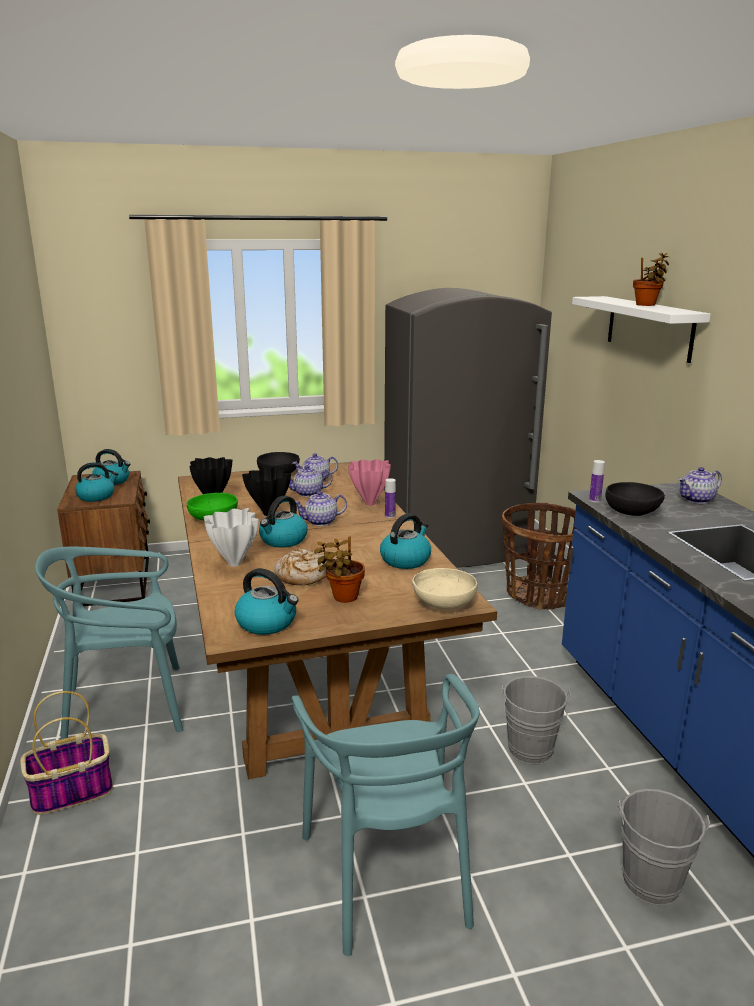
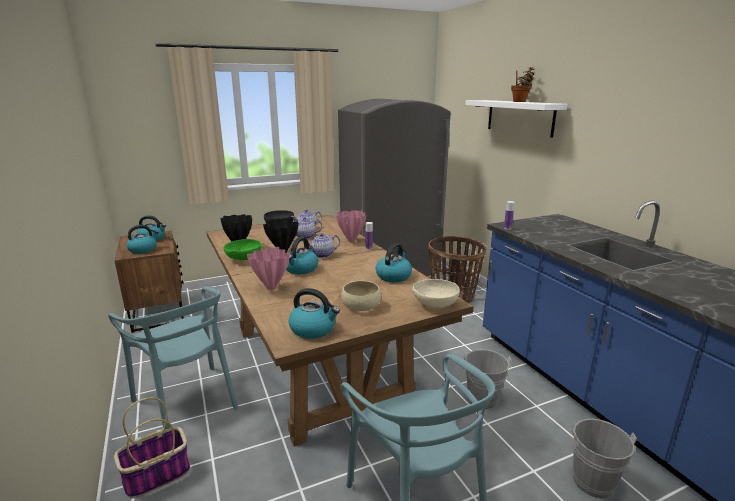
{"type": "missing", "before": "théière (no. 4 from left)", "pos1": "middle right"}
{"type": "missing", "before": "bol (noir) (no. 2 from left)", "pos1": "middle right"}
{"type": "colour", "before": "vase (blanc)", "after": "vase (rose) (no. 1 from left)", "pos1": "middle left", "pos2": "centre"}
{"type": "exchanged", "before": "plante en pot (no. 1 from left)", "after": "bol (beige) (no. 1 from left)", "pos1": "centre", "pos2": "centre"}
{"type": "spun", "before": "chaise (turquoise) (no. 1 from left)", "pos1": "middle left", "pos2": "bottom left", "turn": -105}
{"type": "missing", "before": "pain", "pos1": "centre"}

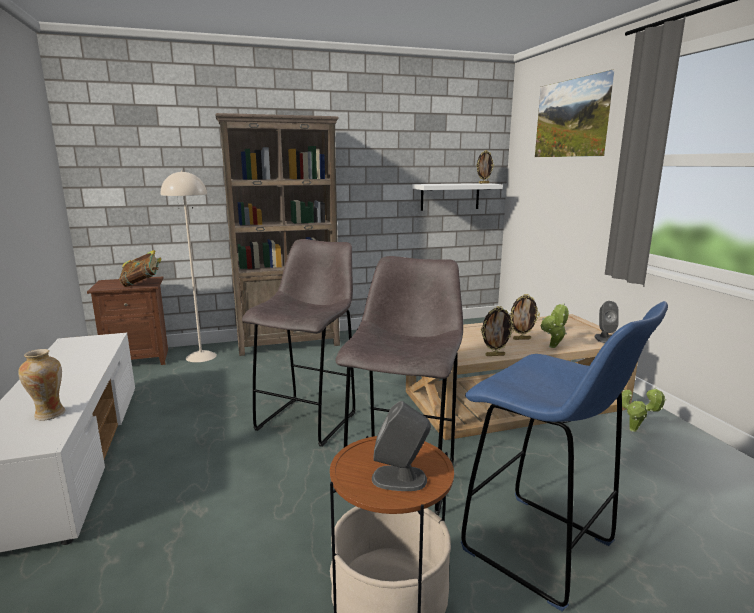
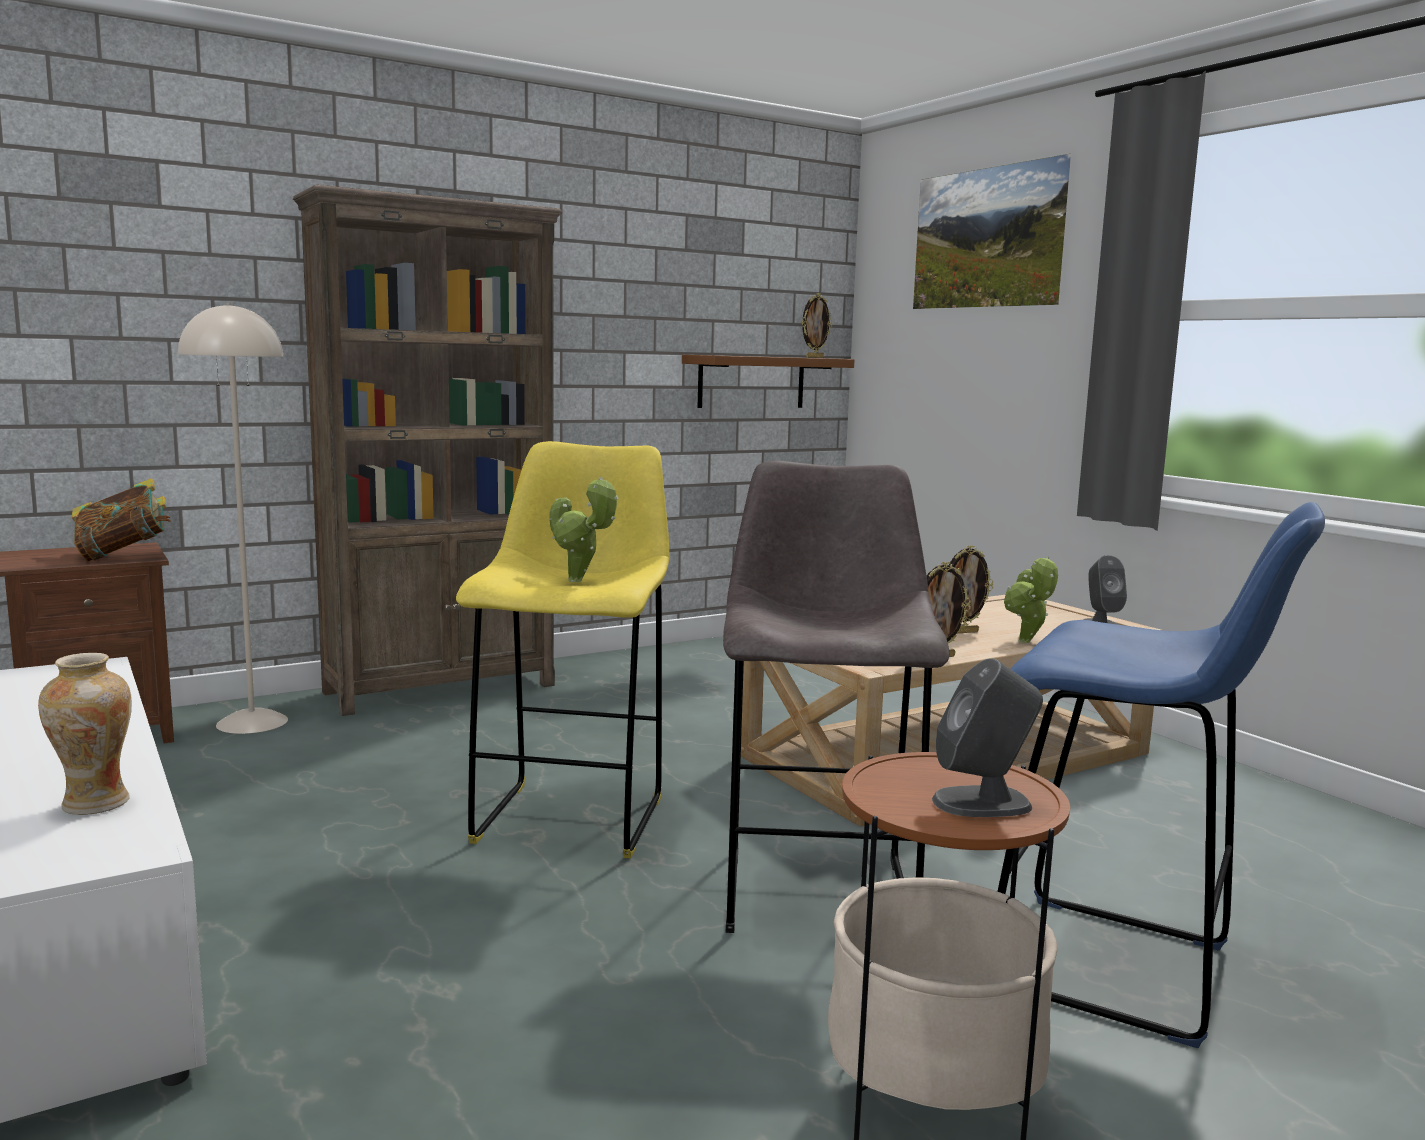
{"type": "colour", "before": "étagère (blanc)", "after": "étagère (marron)", "pos1": "top centre", "pos2": "centre"}
{"type": "colour", "before": "tabouret (gris) (no. 1 from left)", "after": "tabouret (jaune)", "pos1": "centre", "pos2": "centre"}
{"type": "relocated", "before": "plante en pot (no. 2 from left in the first image)", "after": "plante en pot (no. 1 from left)", "pos1": "bottom right", "pos2": "centre"}

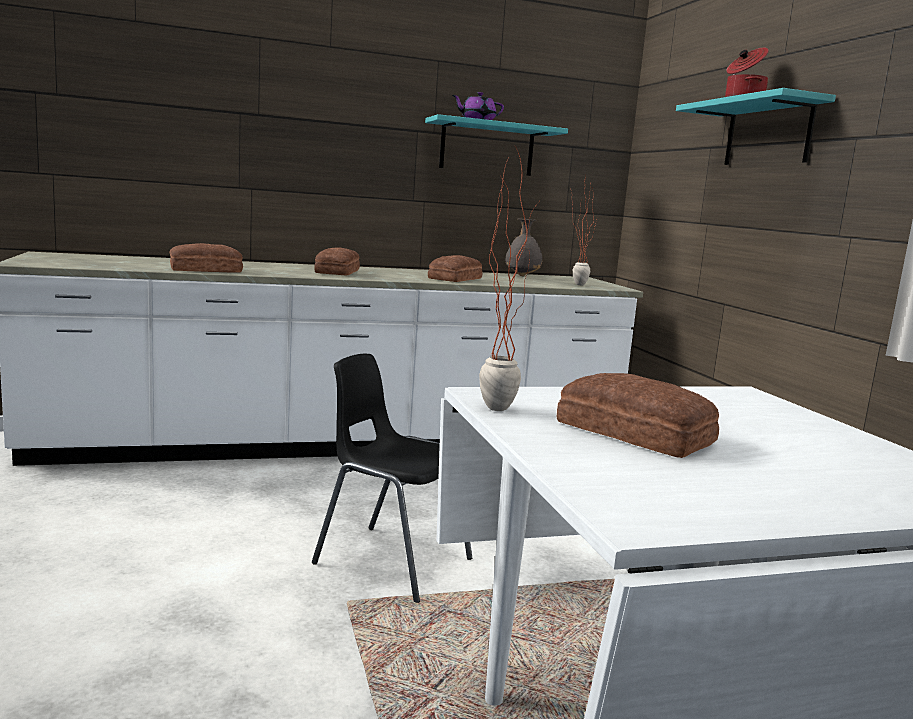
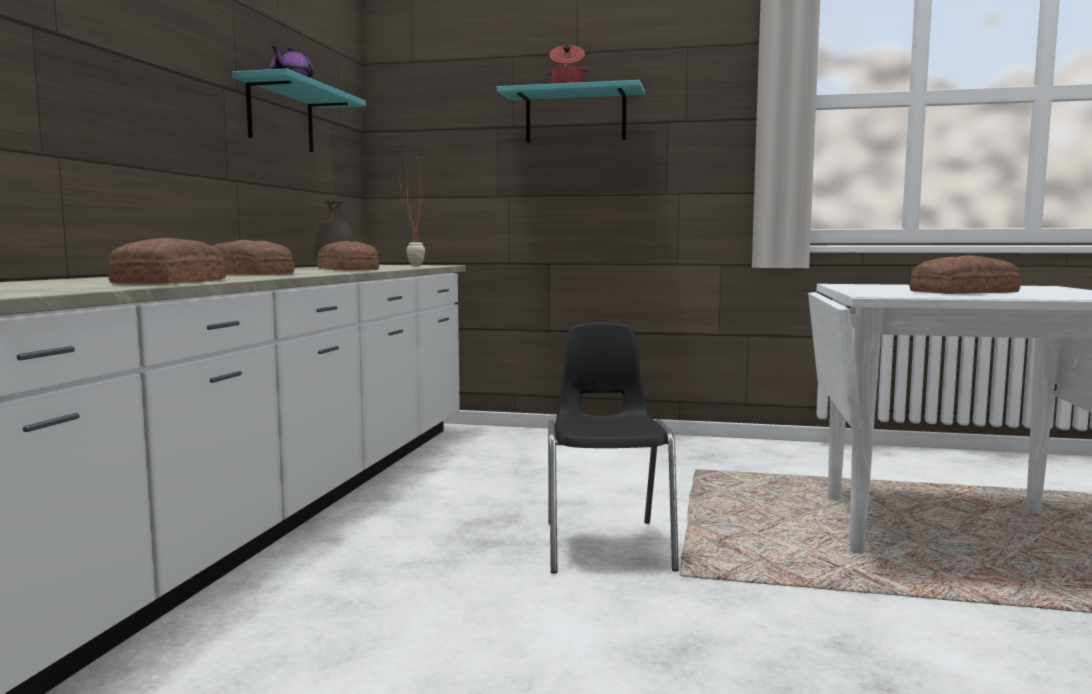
{"type": "missing", "before": "plante en pot (no. 1 from left)", "pos1": "centre"}
{"type": "spun", "before": "chaise (noir)", "pos1": "centre", "pos2": "centre", "turn": 120}

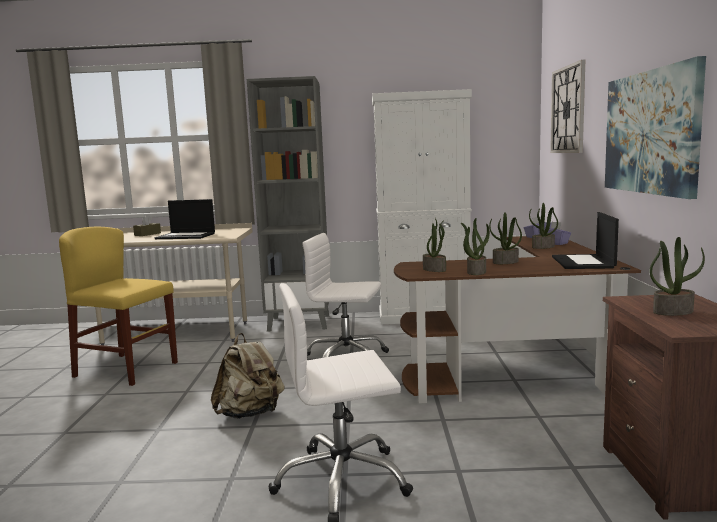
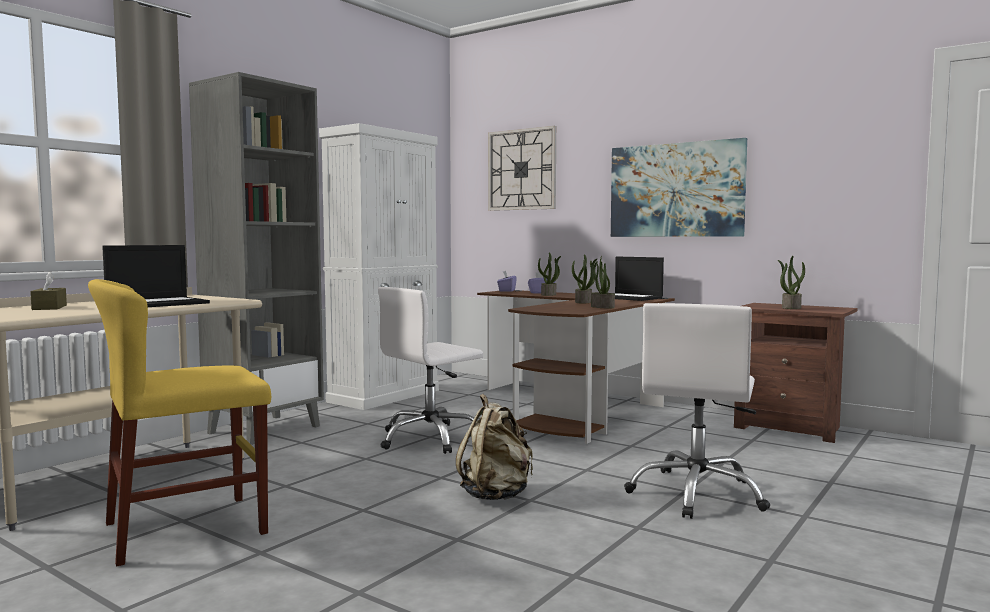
{"type": "missing", "before": "plante en pot (no. 1 from left)", "pos1": "centre"}

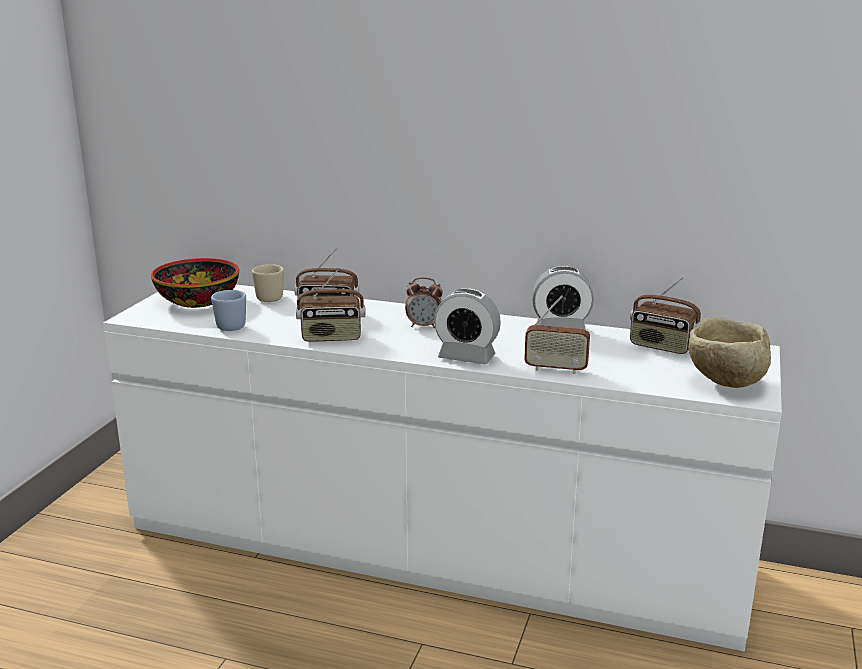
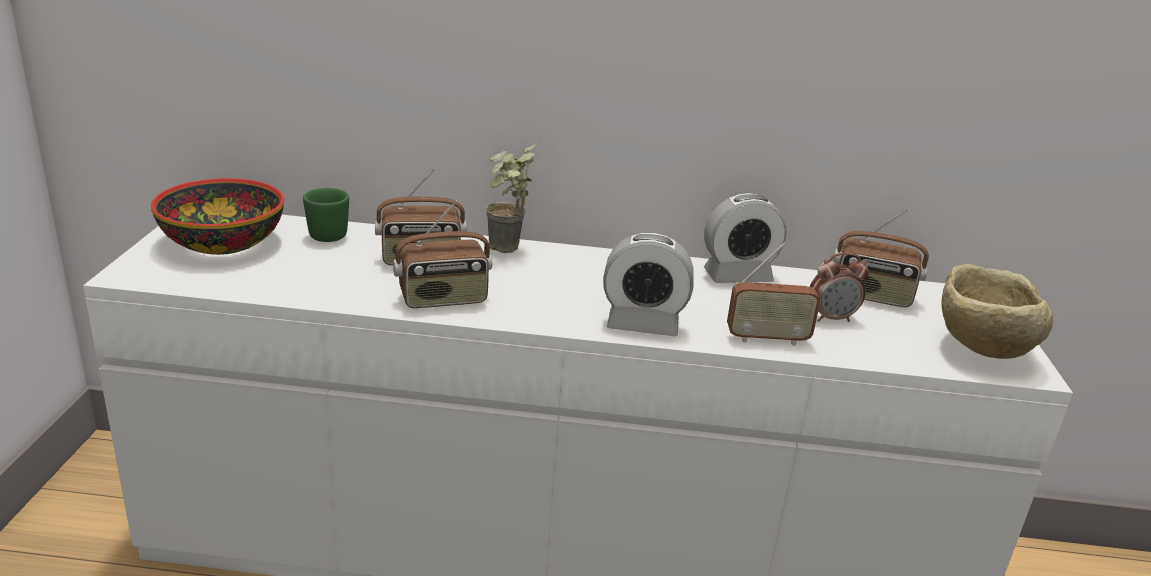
{"type": "colour", "before": "mug (beige)", "after": "mug (vert)", "pos1": "middle left", "pos2": "middle left"}
{"type": "relocated", "before": "réveil (no. 1 from left in the first image)", "after": "réveil (no. 3 from left)", "pos1": "centre", "pos2": "middle right"}
{"type": "missing", "before": "mug (bleu)", "pos1": "middle left"}
{"type": "appeared", "after": "plante en pot", "pos2": "centre"}

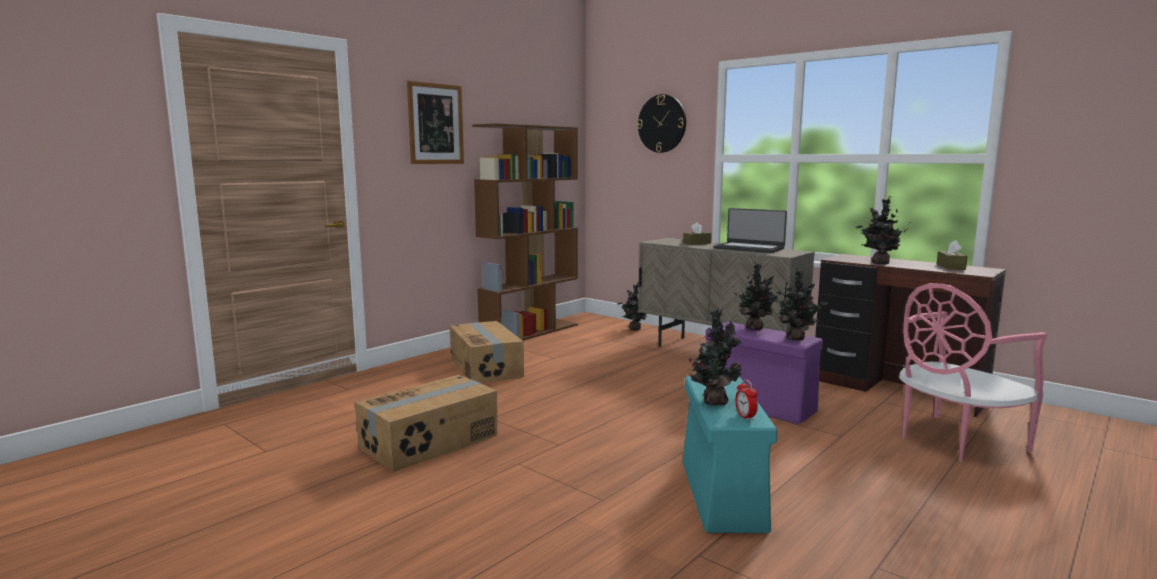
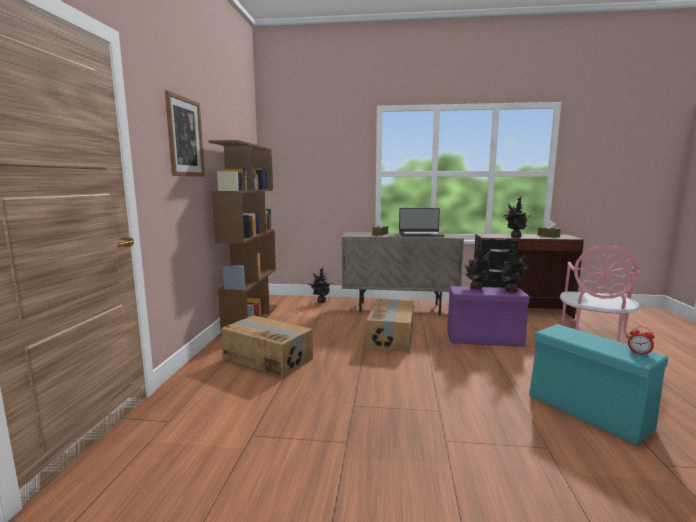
{"type": "missing", "before": "horloge murale", "pos1": "top centre"}
{"type": "missing", "before": "plante en pot (no. 2 from left)", "pos1": "centre"}
{"type": "relocated", "before": "carton (no. 1 from left in the first image)", "after": "carton (no. 2 from left)", "pos1": "bottom centre", "pos2": "centre"}

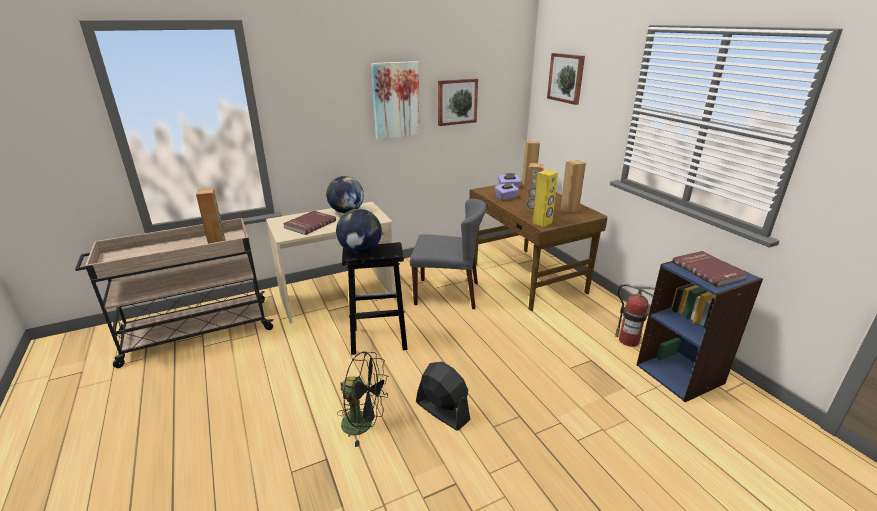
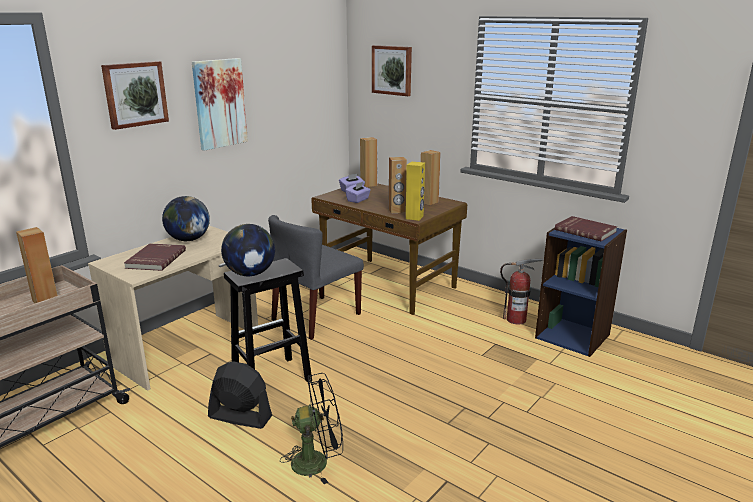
{"type": "relocated", "before": "tableau (no. 2 from left in the first image)", "after": "tableau (no. 1 from left)", "pos1": "top centre", "pos2": "top left"}
{"type": "spun", "before": "chaise (gris)", "pos1": "centre", "pos2": "centre", "turn": 150}
{"type": "relocated", "before": "ventilateur (noir) (no. 2 from left in the first image)", "after": "ventilateur (noir) (no. 1 from left)", "pos1": "bottom centre", "pos2": "bottom left"}

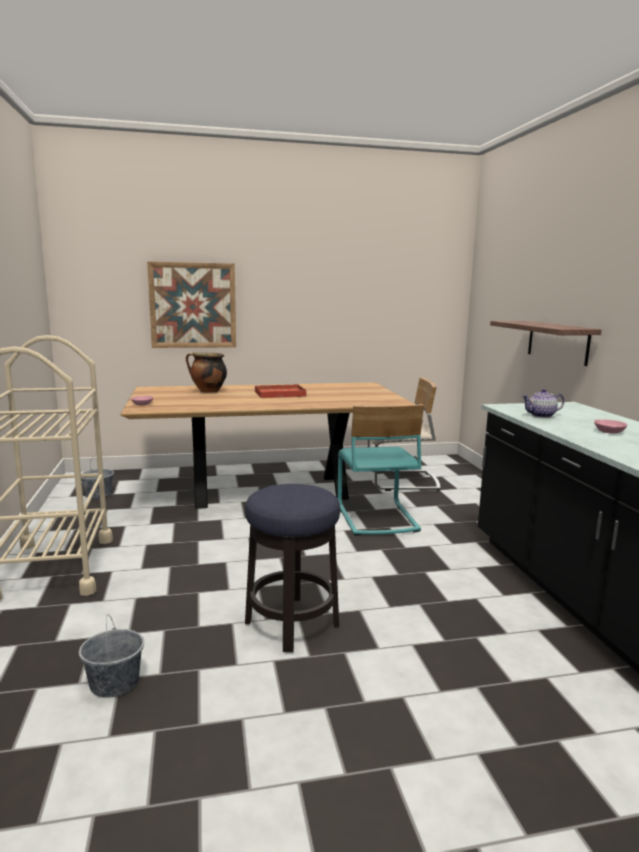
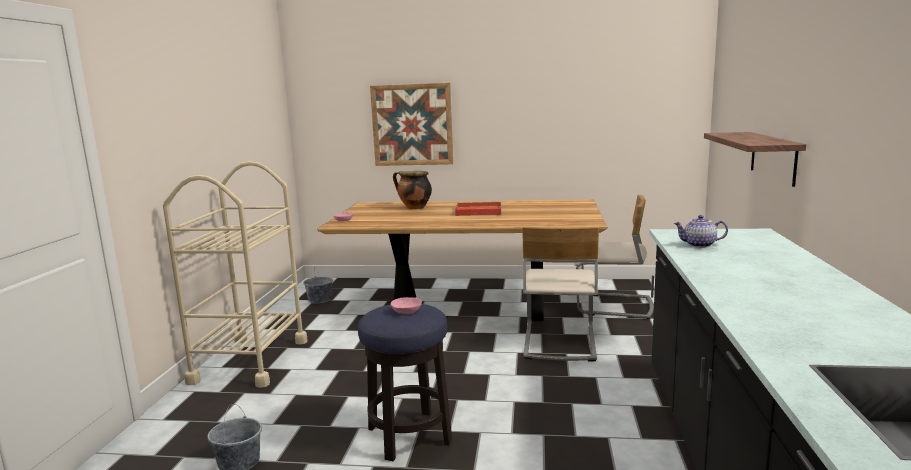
{"type": "colour", "before": "chaise (turquoise)", "after": "chaise (beige) (no. 1 from left)", "pos1": "centre", "pos2": "centre"}
{"type": "relocated", "before": "bol (rose) (no. 2 from left)", "pos1": "middle right", "pos2": "centre"}

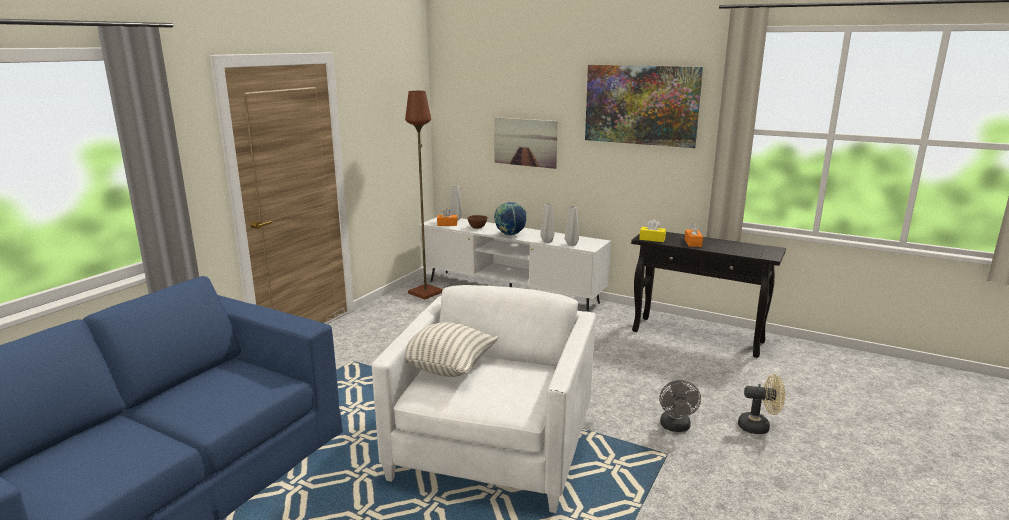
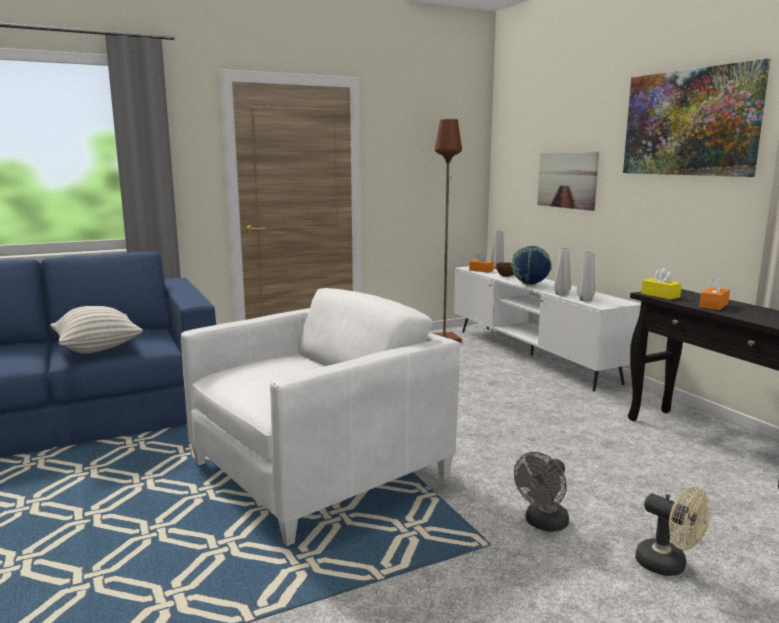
{"type": "relocated", "before": "coussin", "pos1": "bottom centre", "pos2": "middle left"}

